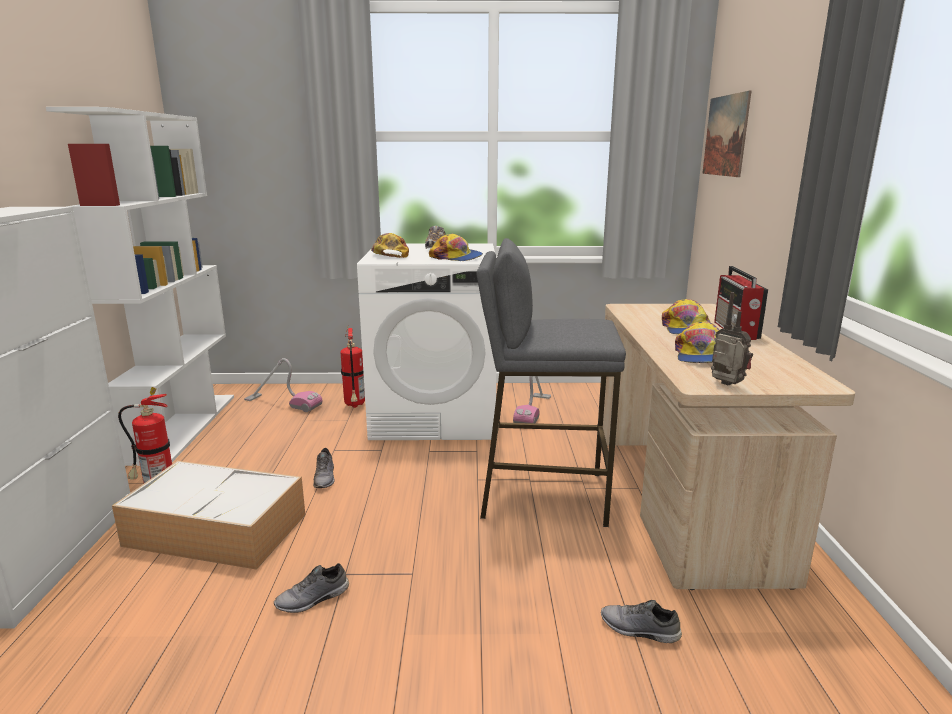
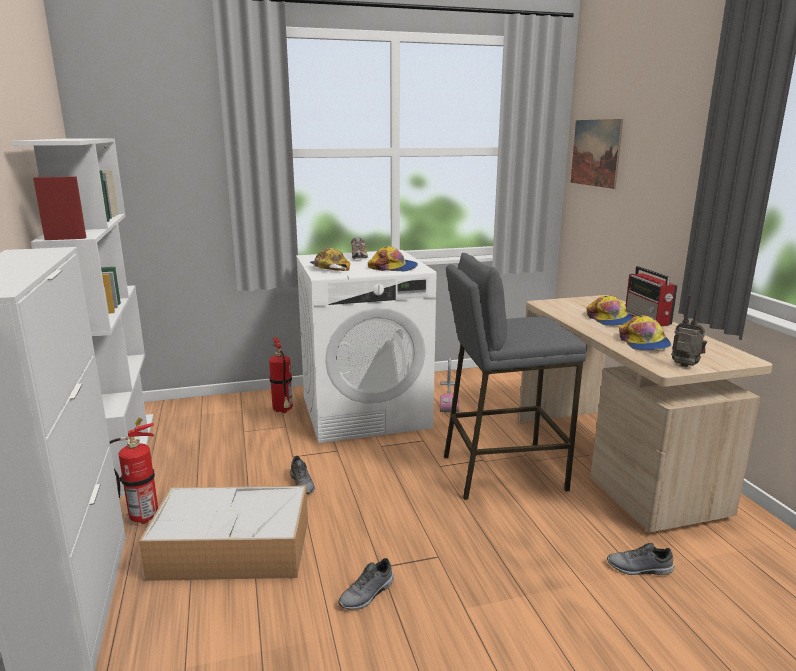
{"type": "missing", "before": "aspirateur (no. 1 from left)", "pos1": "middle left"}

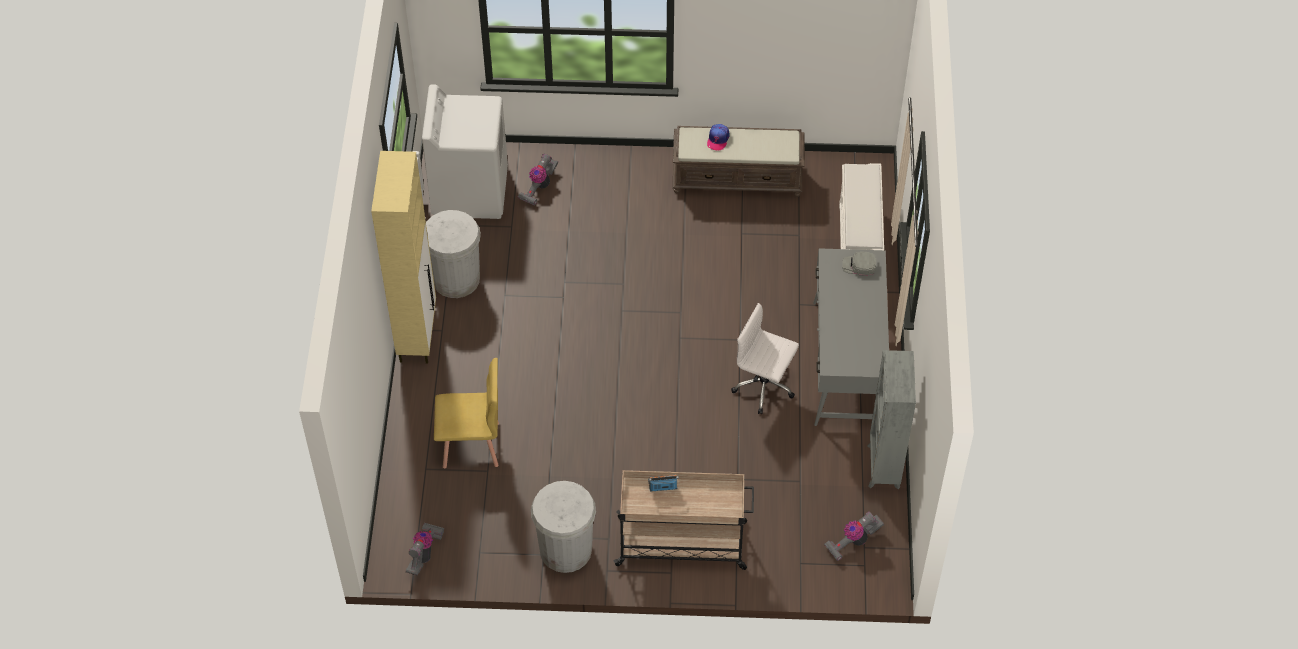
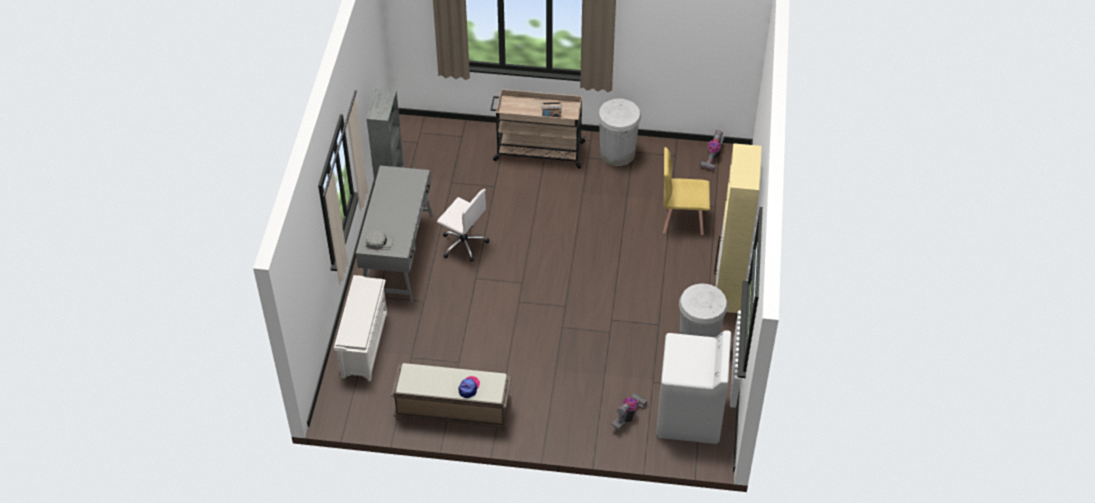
{"type": "missing", "before": "aspirateur (no. 3 from left)", "pos1": "bottom centre"}

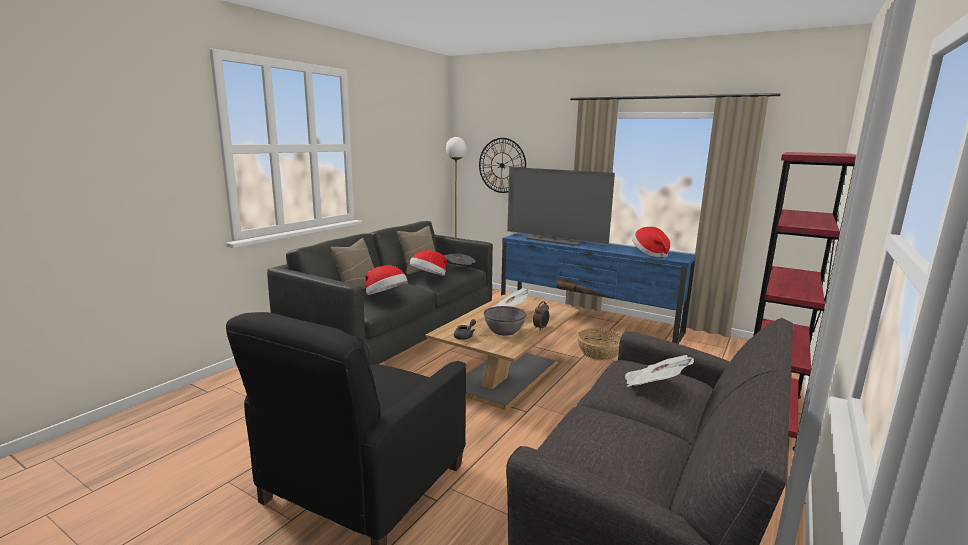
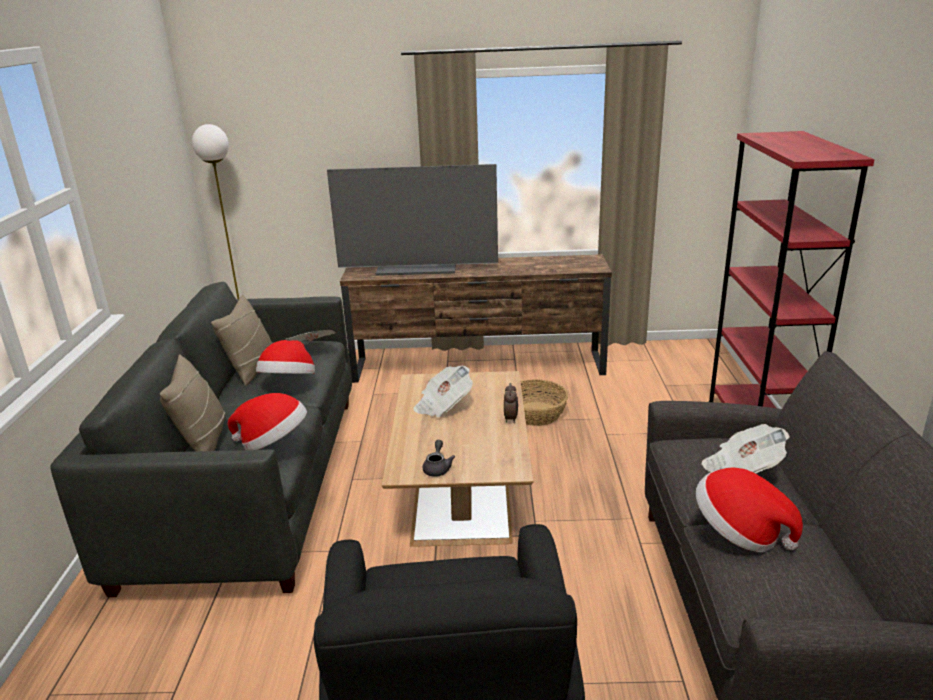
{"type": "missing", "before": "horloge murale", "pos1": "top centre"}
{"type": "relocated", "before": "chapeau (no. 3 from left)", "pos1": "middle right", "pos2": "bottom right"}
{"type": "colour", "before": "meuble télé (bleu)", "after": "meuble télé (marron)", "pos1": "centre", "pos2": "centre"}
{"type": "missing", "before": "bol (gris)", "pos1": "centre"}

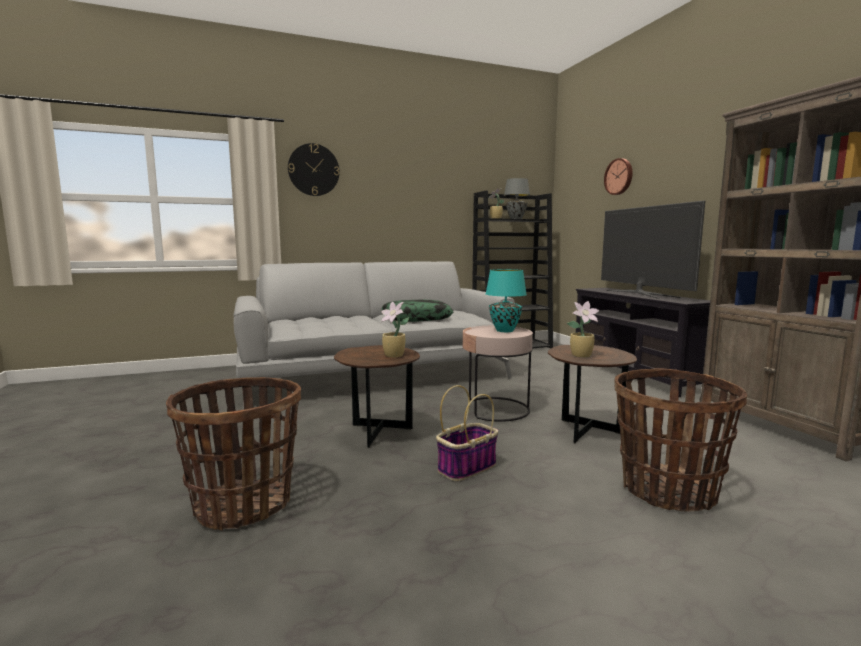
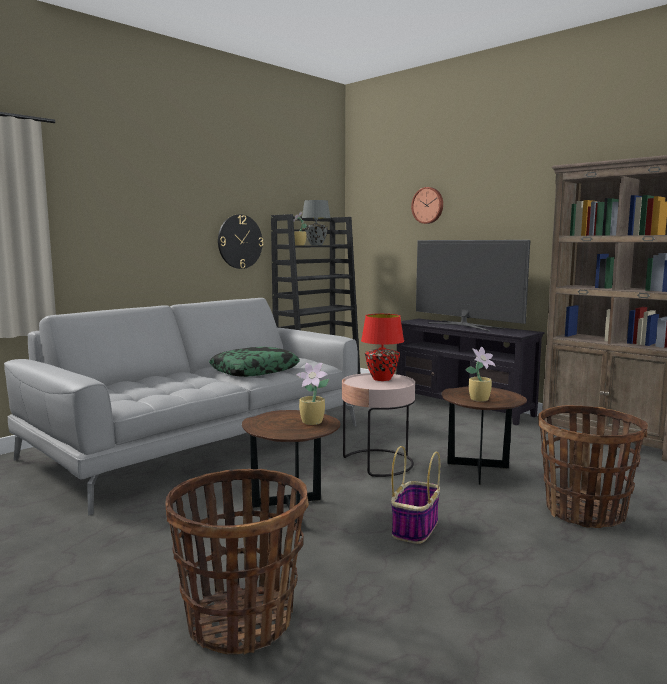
{"type": "relocated", "before": "horloge murale (no. 1 from left)", "pos1": "top centre", "pos2": "centre"}
{"type": "colour", "before": "lampe de table (turquoise)", "after": "lampe de table (rouge)", "pos1": "centre", "pos2": "centre"}

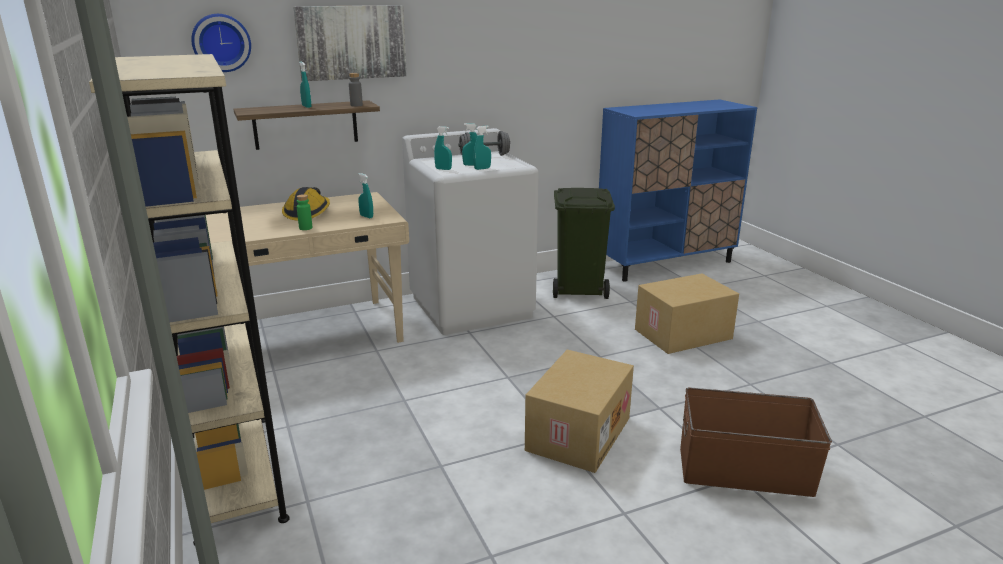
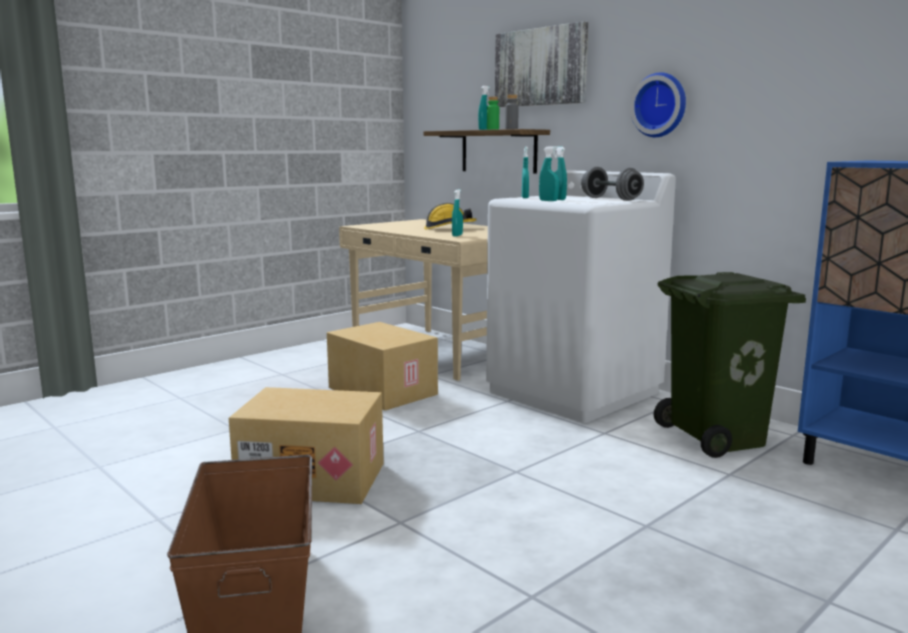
{"type": "relocated", "before": "horloge murale", "pos1": "top left", "pos2": "top right"}
{"type": "missing", "before": "bibliothèque (beige)", "pos1": "middle left"}
{"type": "relocated", "before": "bouteille (vert)", "pos1": "middle left", "pos2": "top centre"}
{"type": "relocated", "before": "carton (no. 2 from left)", "pos1": "middle right", "pos2": "centre"}

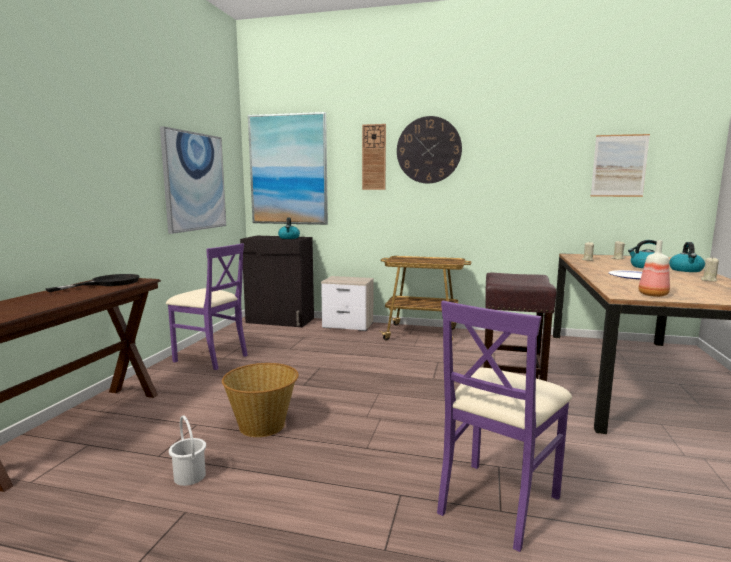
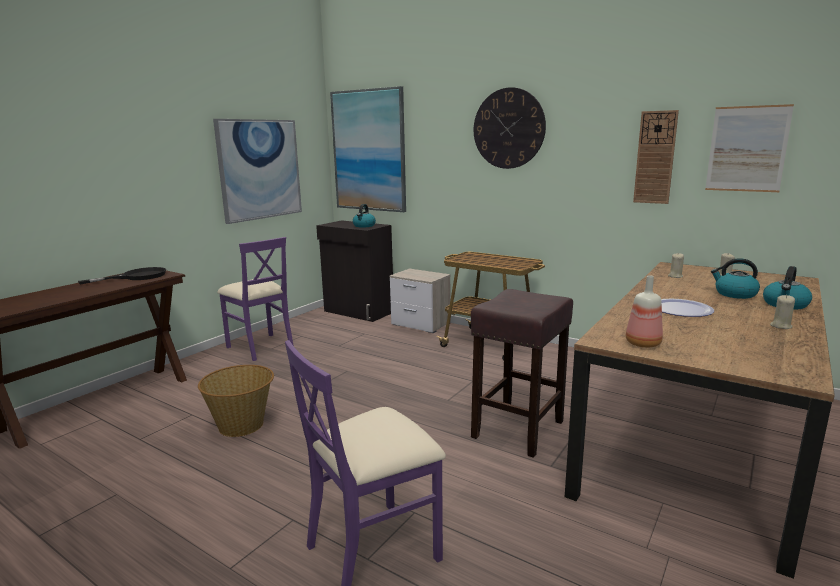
{"type": "relocated", "before": "horloge murale (no. 1 from left in the first image)", "after": "horloge murale (no. 2 from left)", "pos1": "top centre", "pos2": "top right"}
{"type": "missing", "before": "seau (blanc)", "pos1": "bottom left"}

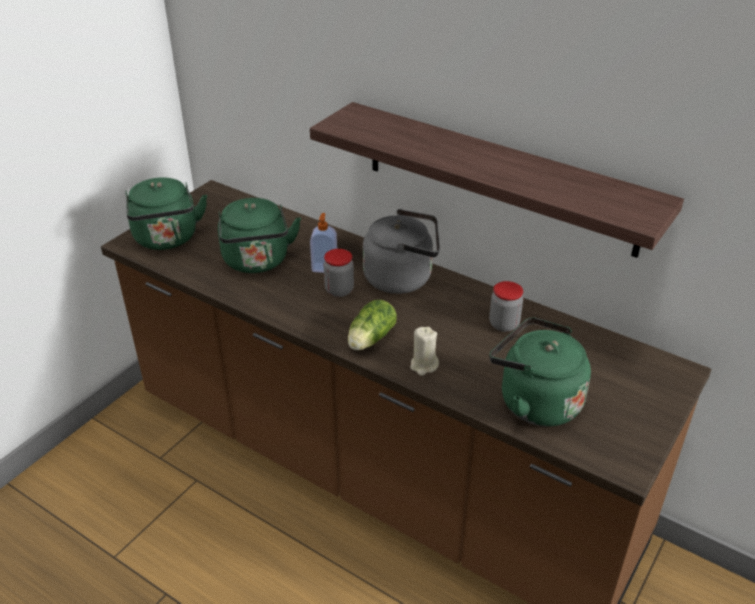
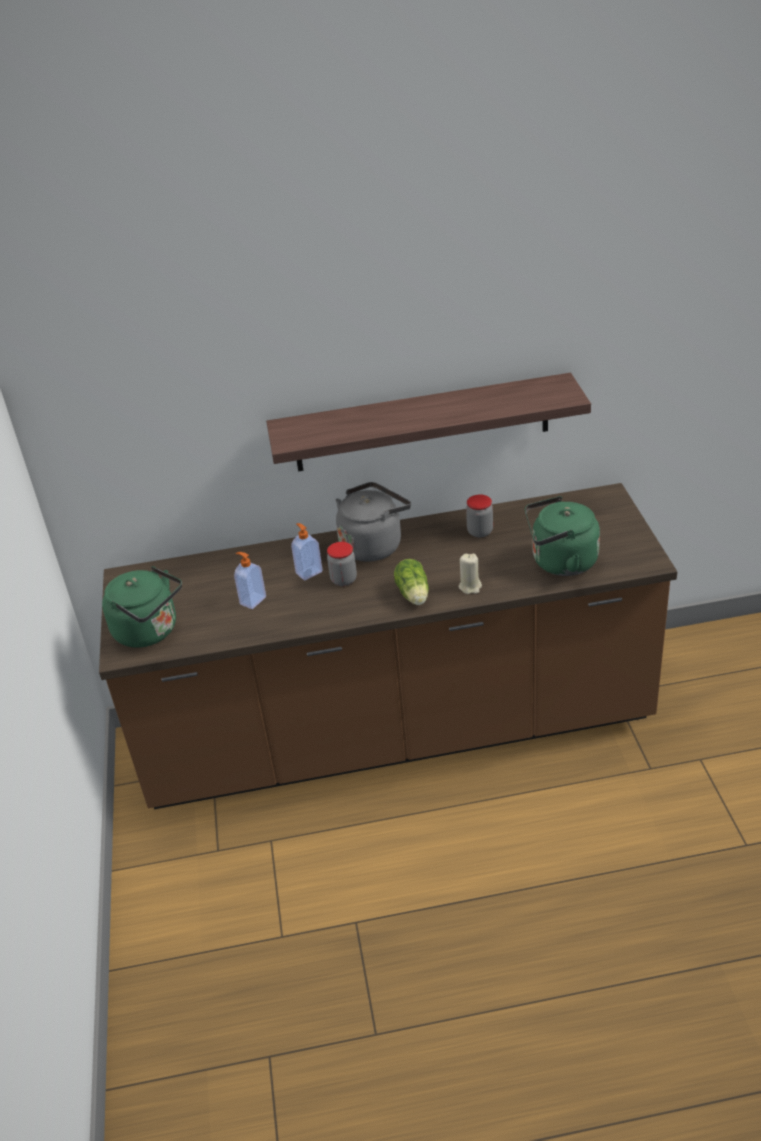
{"type": "exchanged", "before": "bouilloire (vert) (no. 2 from left)", "after": "distributeur de savon (no. 1 from left)", "pos1": "centre", "pos2": "middle left"}

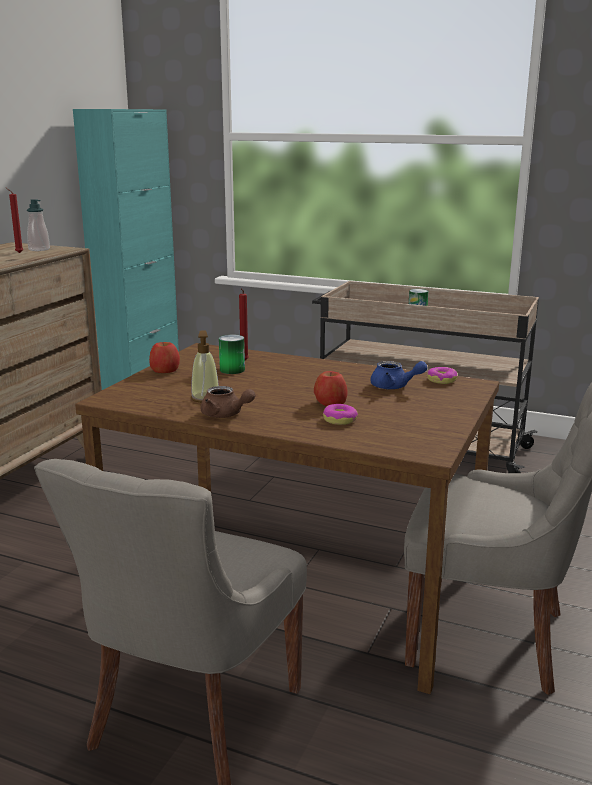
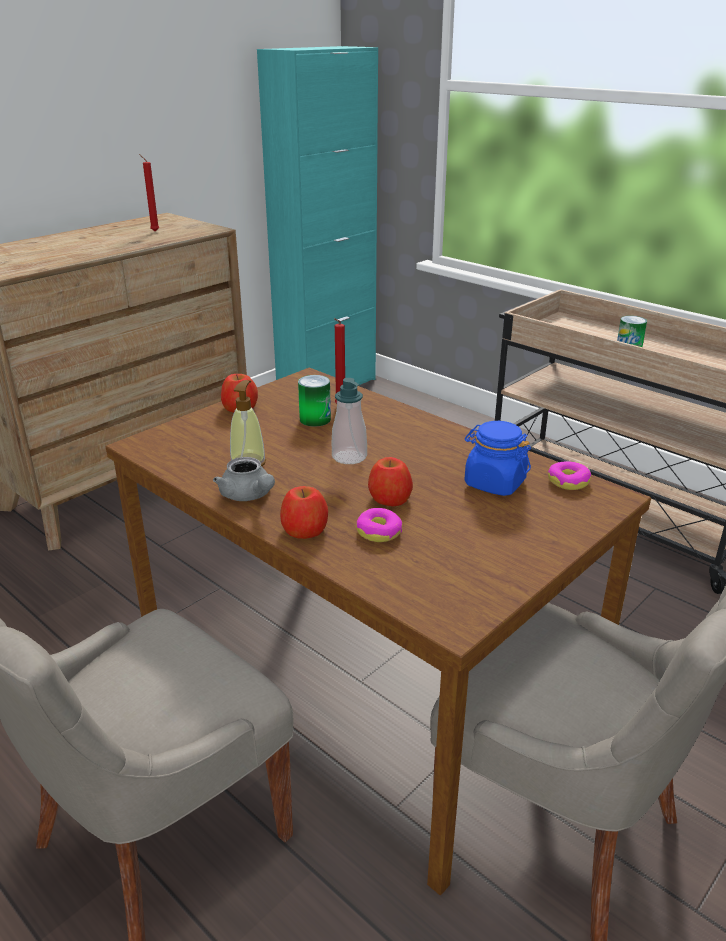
{"type": "relocated", "before": "distributeur de savon (no. 1 from left in the first image)", "after": "distributeur de savon (no. 2 from left)", "pos1": "top left", "pos2": "centre"}
{"type": "exchanged", "before": "théière (bleu)", "after": "bocal (bleu)", "pos1": "middle right", "pos2": "middle right"}
{"type": "colour", "before": "théière (marron)", "after": "théière (gris)", "pos1": "centre", "pos2": "centre"}
{"type": "appeared", "after": "pomme (no. 2 from left)", "pos2": "centre"}

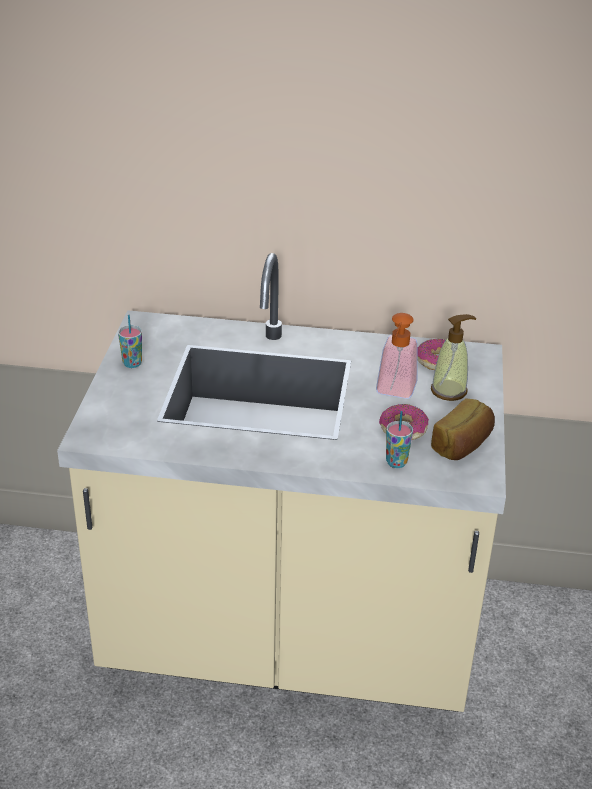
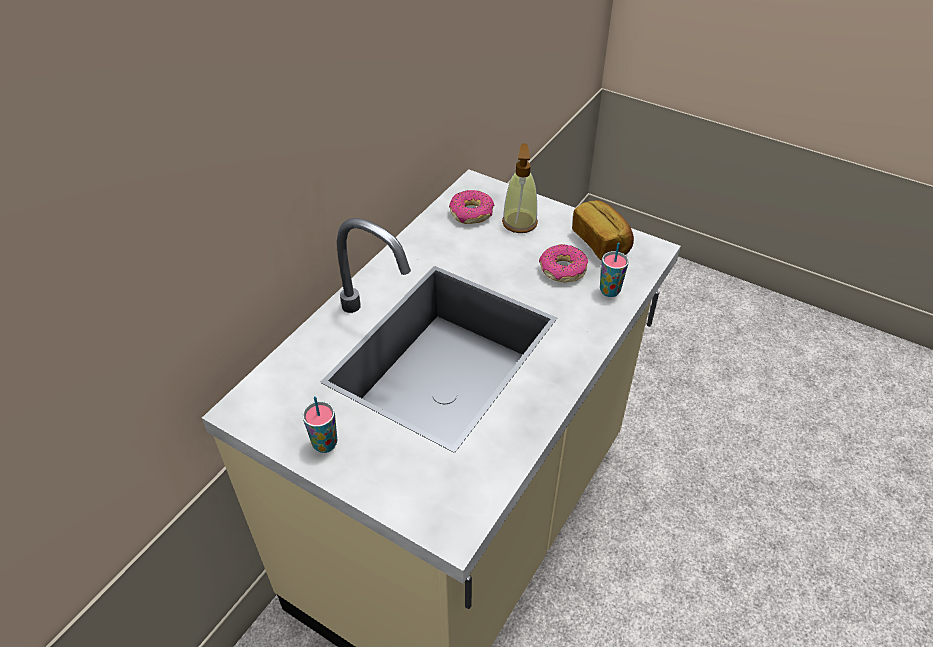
{"type": "missing", "before": "distributeur de savon (no. 1 from left)", "pos1": "middle right"}

